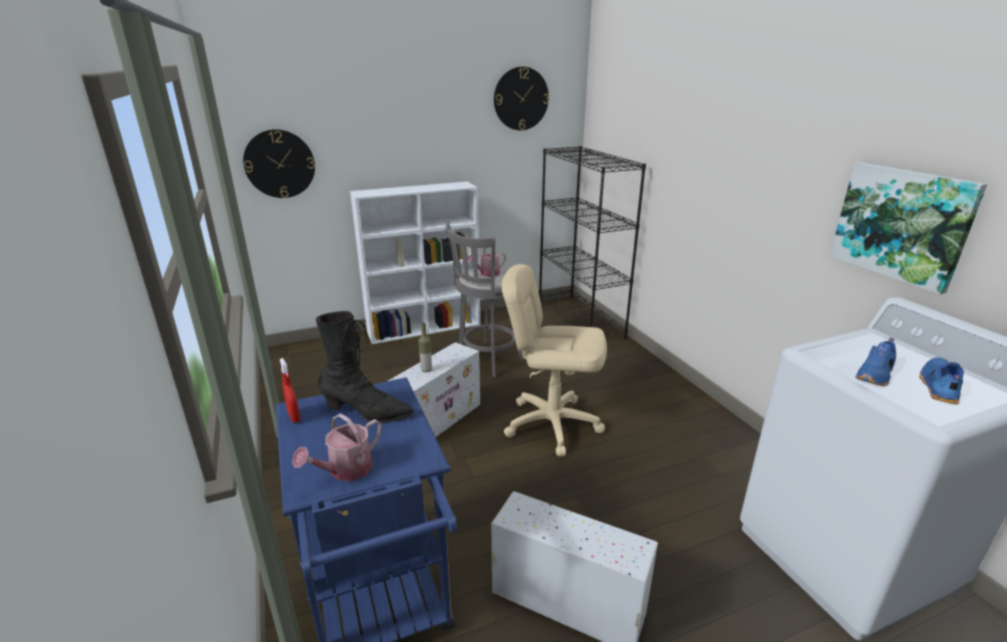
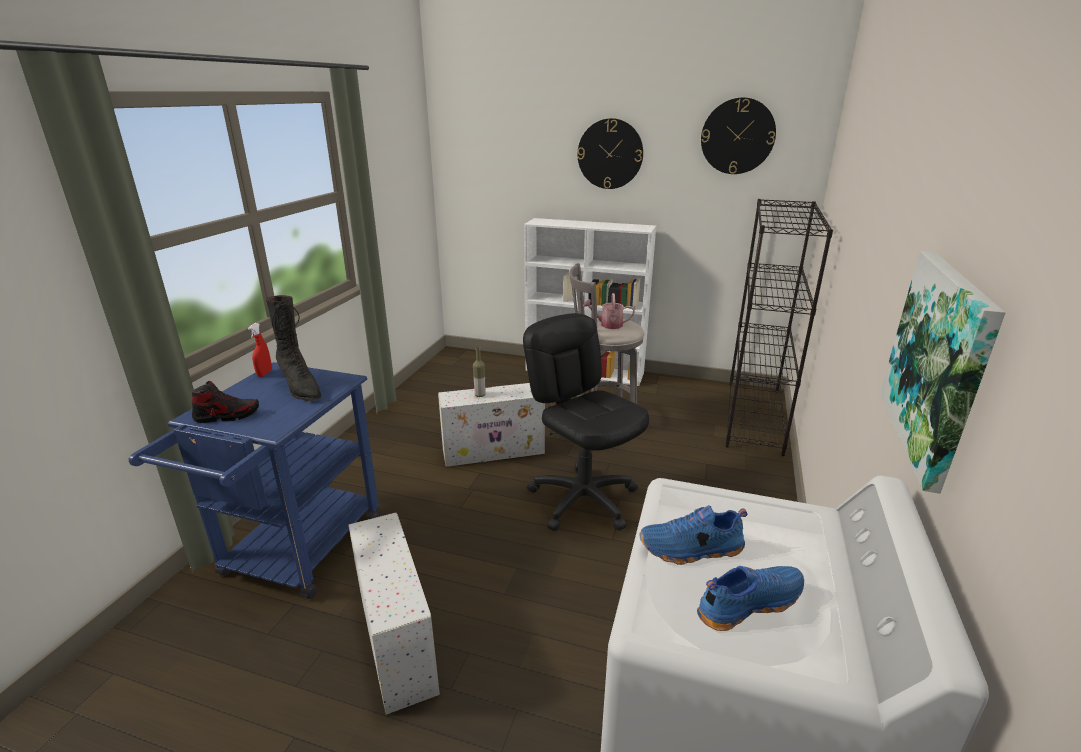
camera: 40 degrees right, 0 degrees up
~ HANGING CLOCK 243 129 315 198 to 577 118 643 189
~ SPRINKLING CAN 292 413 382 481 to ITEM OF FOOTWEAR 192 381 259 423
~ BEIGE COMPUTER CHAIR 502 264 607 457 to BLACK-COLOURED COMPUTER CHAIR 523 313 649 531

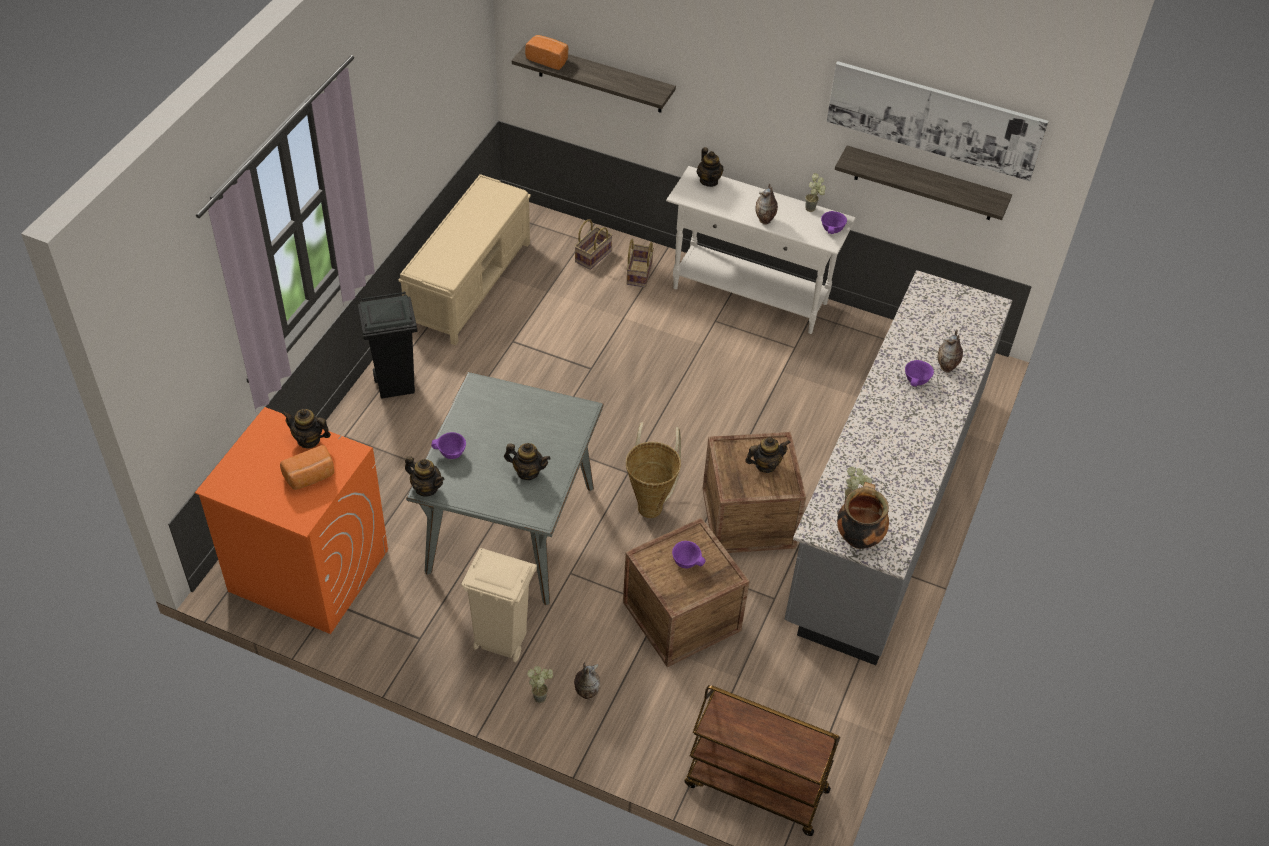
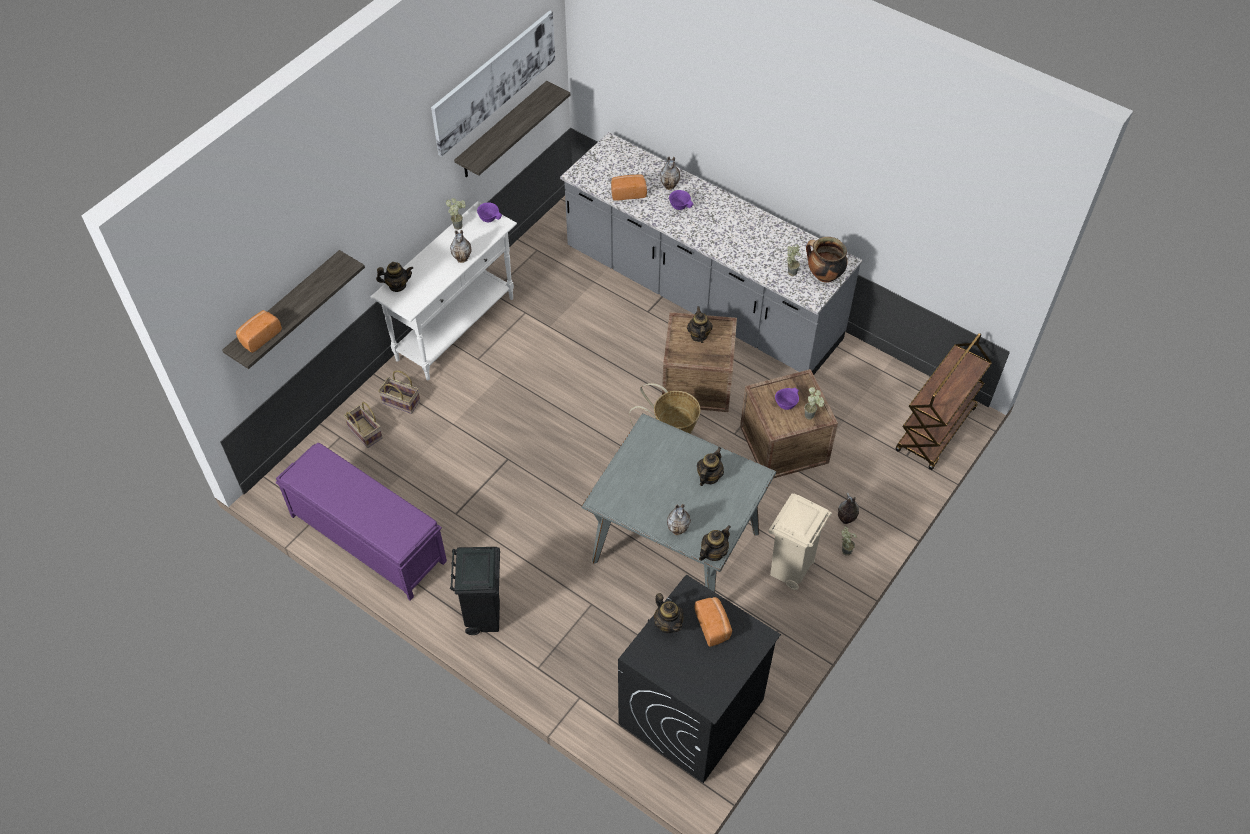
camera: 75 degrees left, 5 degrees up
~ ORANGEY WASHING MACHINE 195 407 388 634 to BLACK-COLOURED WASHING MACHINE 618 575 781 783
~ TEA POT 282 409 331 449 = 654 593 683 633 60 degrees counterclockwise
~ BEIGE LONG SEAT 398 174 531 345 to PURPLE-COLOURED LONG SEAT 276 443 447 600
~ PURPLE-COLOURED SERVING BOWL 431 432 466 459 to DECORATIVE VASE 667 504 691 535
+ BAKED BREAD 611 174 647 201
+ HOUSEPLANT 804 387 824 419

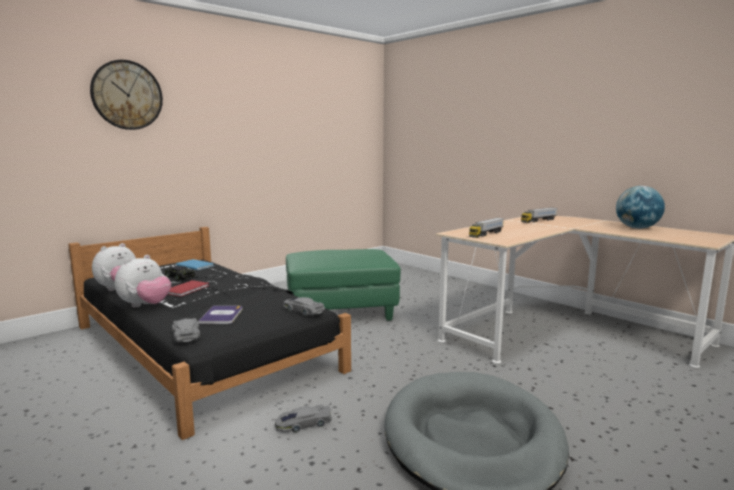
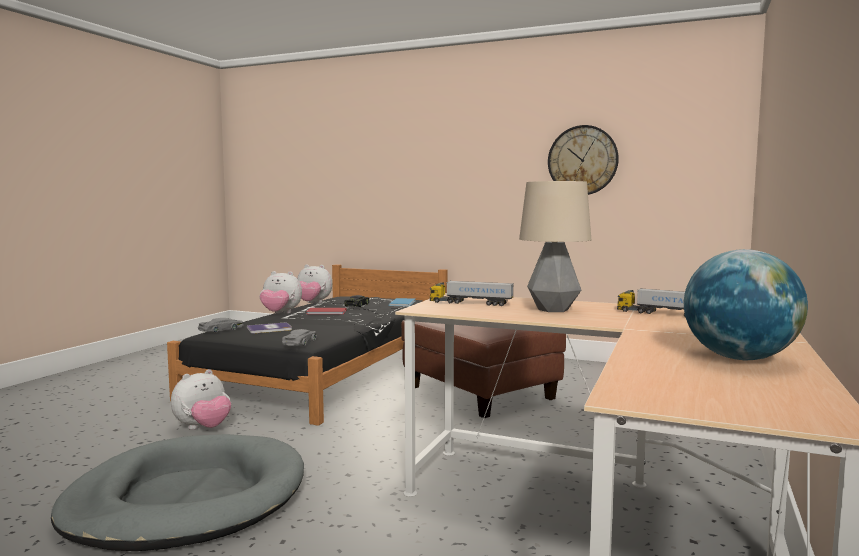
camera: 65 degrees right, 5 degrees down
~ HANGING CLOCK 90 60 163 130 to 548 125 619 195
~ GREY MINIATURE CAR 275 405 332 433 to SOFT TOY 171 369 231 430
~ GREEN-COLOURED FOOTREST 286 249 401 321 to BROWN FOOTREST 401 320 566 418
+ LAMP FOR A TABLE 519 181 591 312

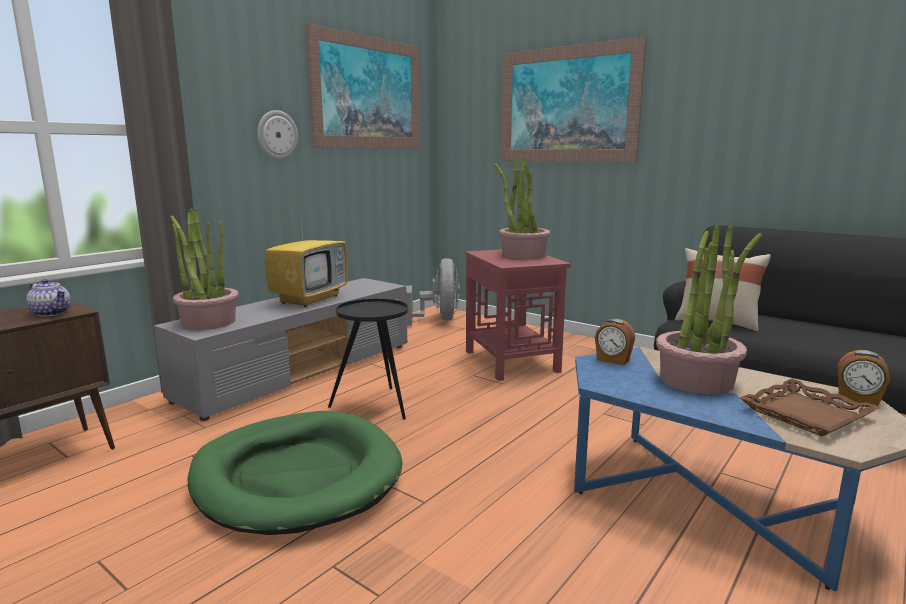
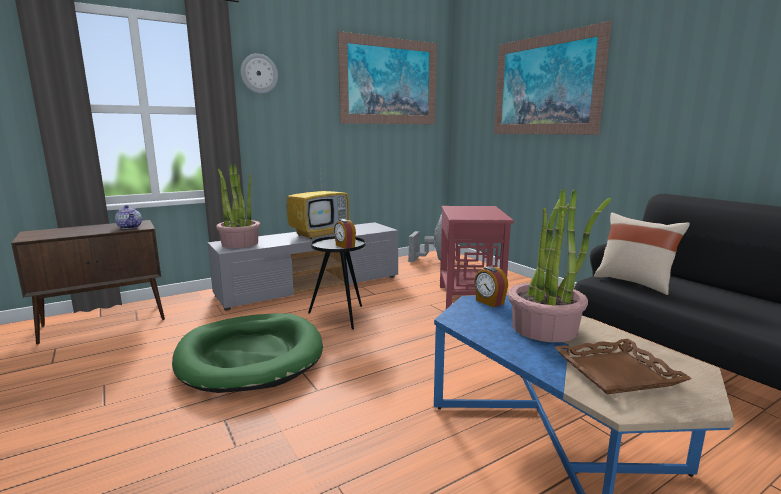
camera: 20 degrees right, 0 degrees up
~ HANGING CLOCK 257 110 298 160 to 241 54 278 94
- HOUSEPLANT 494 157 551 259
~ TABLE CLOCK 838 350 890 406 to 334 219 356 249

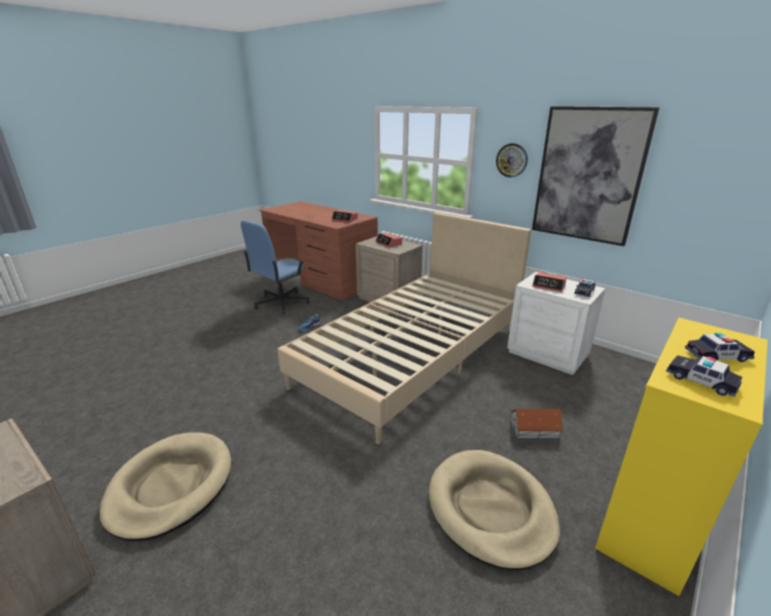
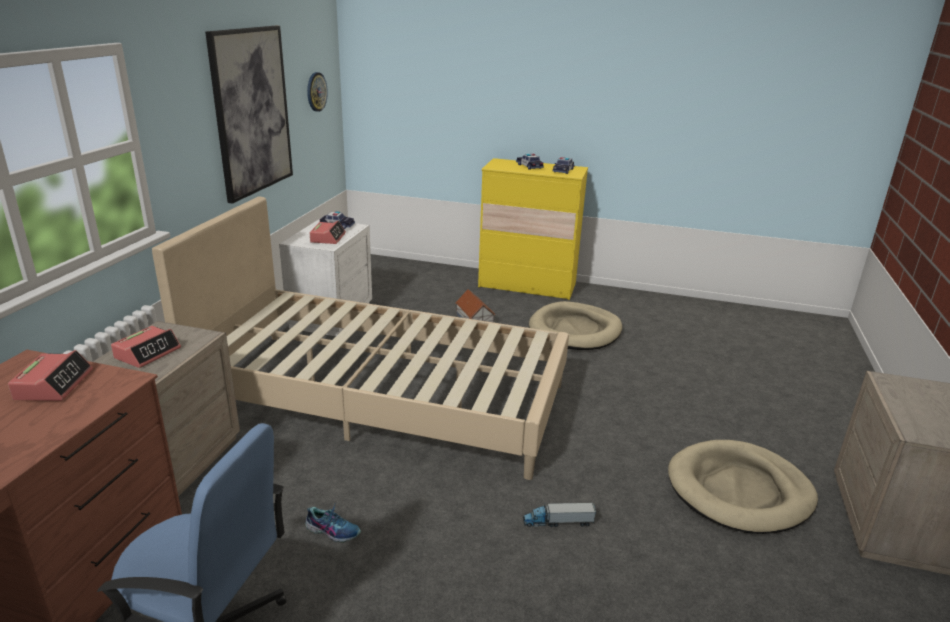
camera: 115 degrees left, 0 degrees up
~ HANGING CLOCK 496 143 528 177 to 307 72 328 112
+ TOY TRUCK 523 502 596 527

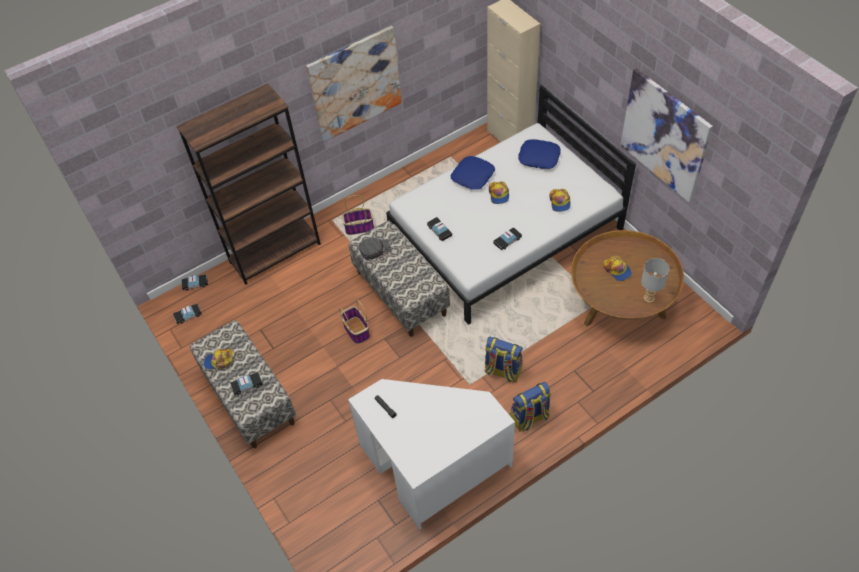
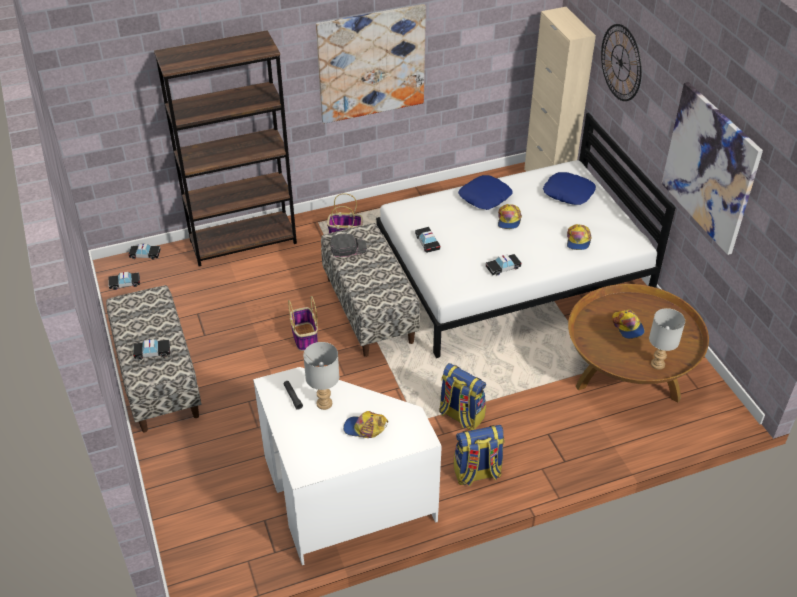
camera: 10 degrees right, 10 degrees down
~ CAP 204 349 235 369 to 343 411 388 438
+ GREY LAMP FOR A TABLE 303 342 339 410
+ HANGING CLOCK 601 24 642 101

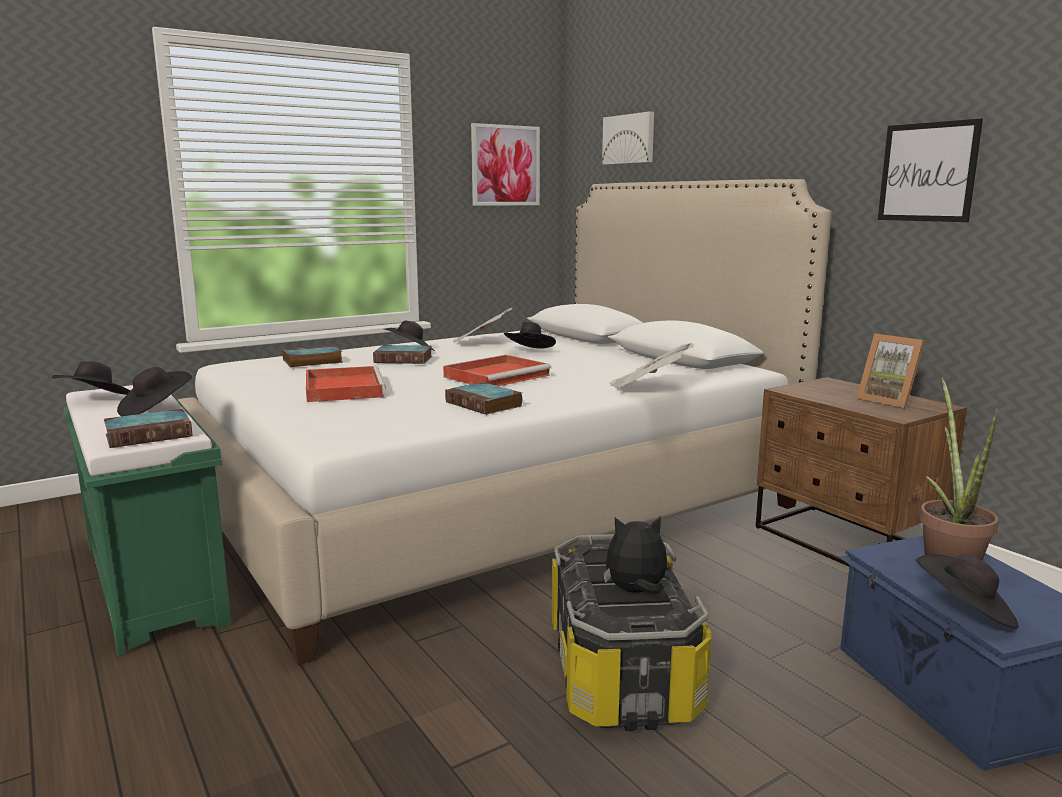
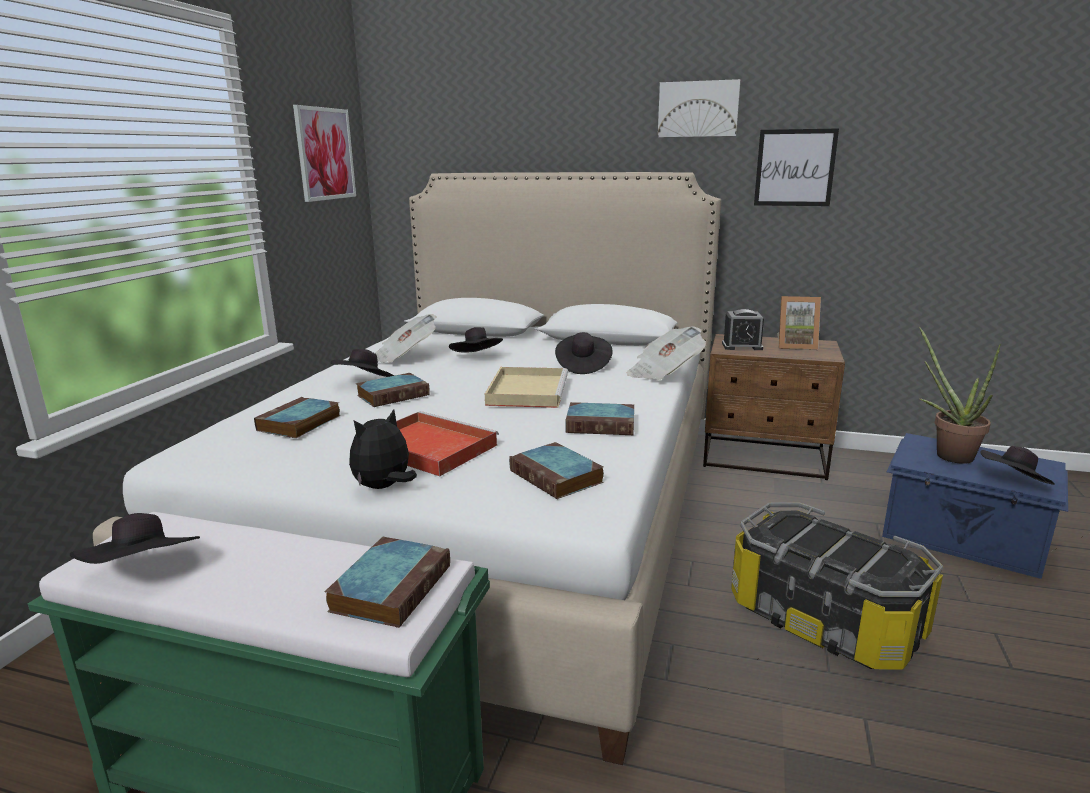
camera: 40 degrees left, 5 degrees up
~ BLACK-COLOURED HAT 117 367 192 416 to 555 332 613 374
~ REDDISH SERVING TRAY 443 355 551 386 to BEIGE SERVING TRAY 485 367 568 408
~ WALL ART 602 111 654 165 to 658 79 740 137
~ SOFT TOY 603 516 667 594 to 349 409 417 489
+ BOOK 509 442 604 499
+ TABLE CLOCK 722 309 764 350

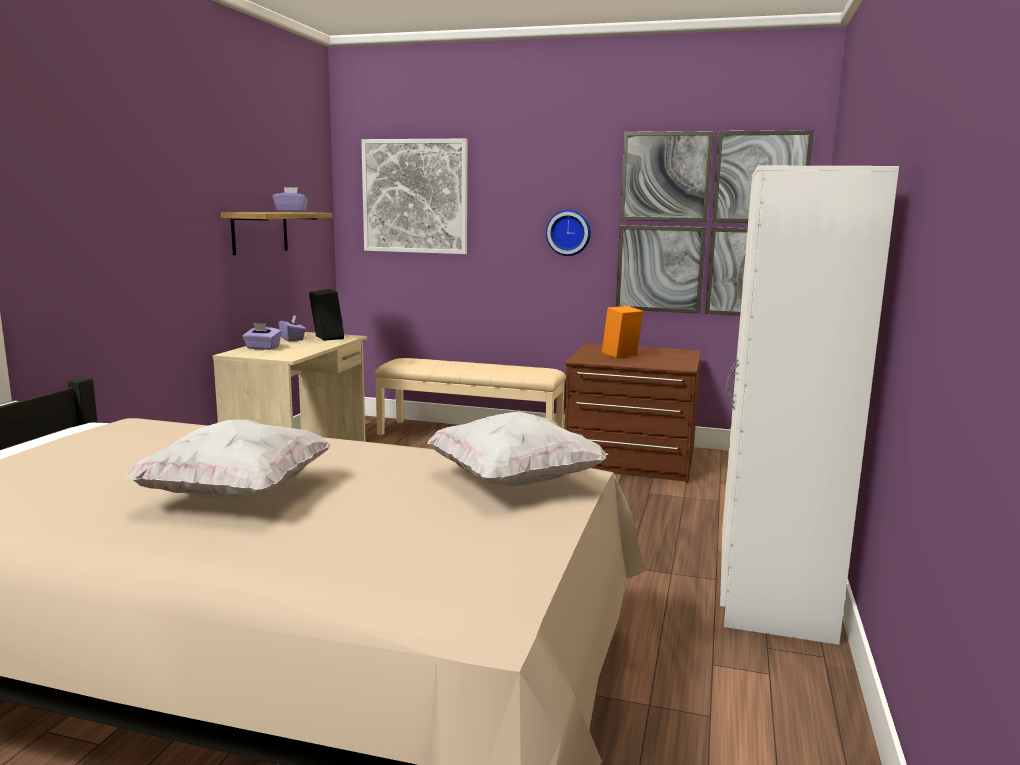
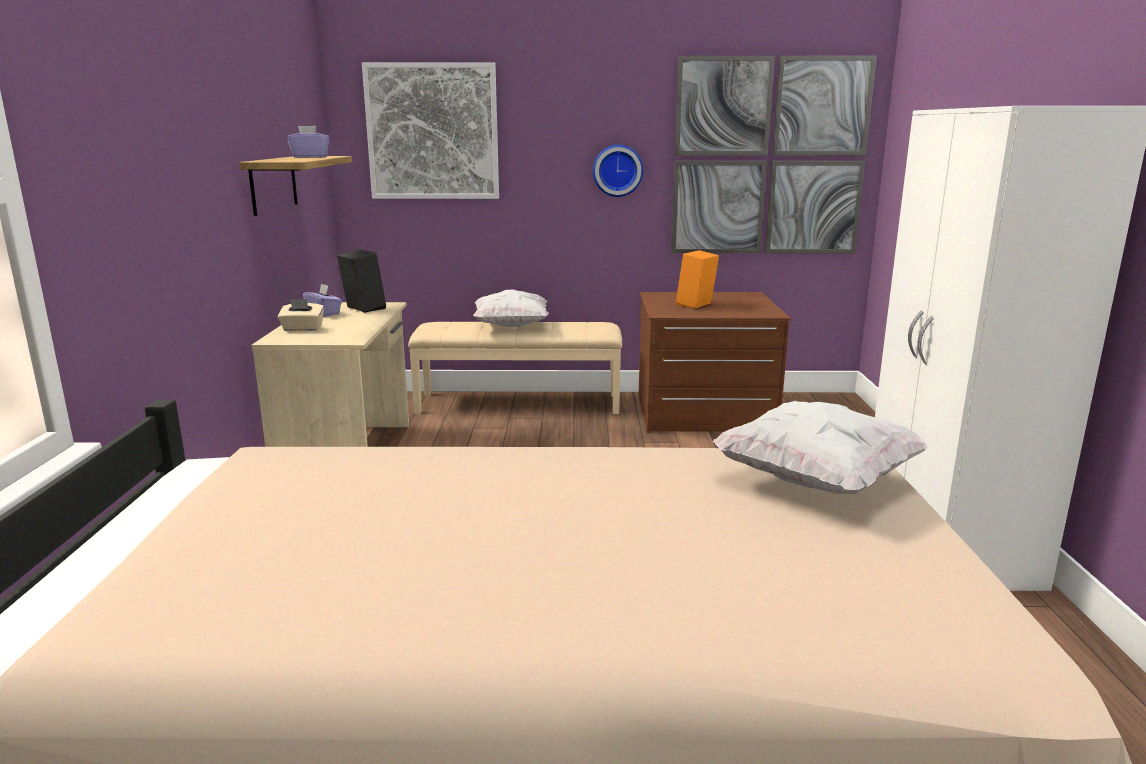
camera: 15 degrees left, 5 degrees up
~ WHITISH CUSHION 124 420 331 499 to 473 290 549 327
~ PURPLE-COLOURED TISSUE BOX 242 323 282 350 to BEIGE TISSUE BOX 278 299 324 331

